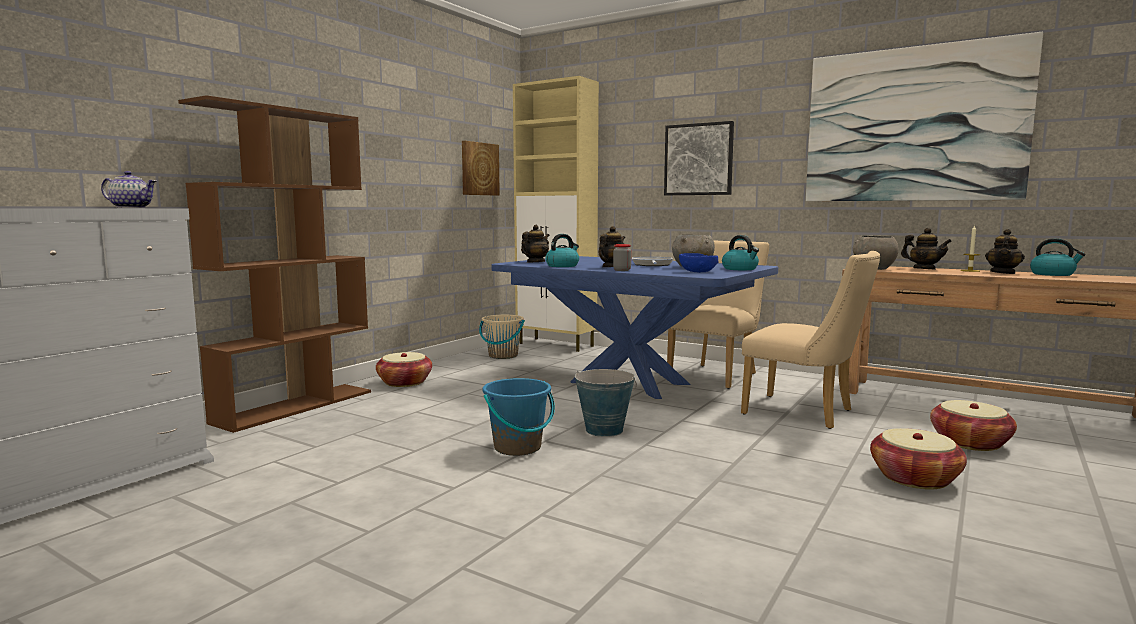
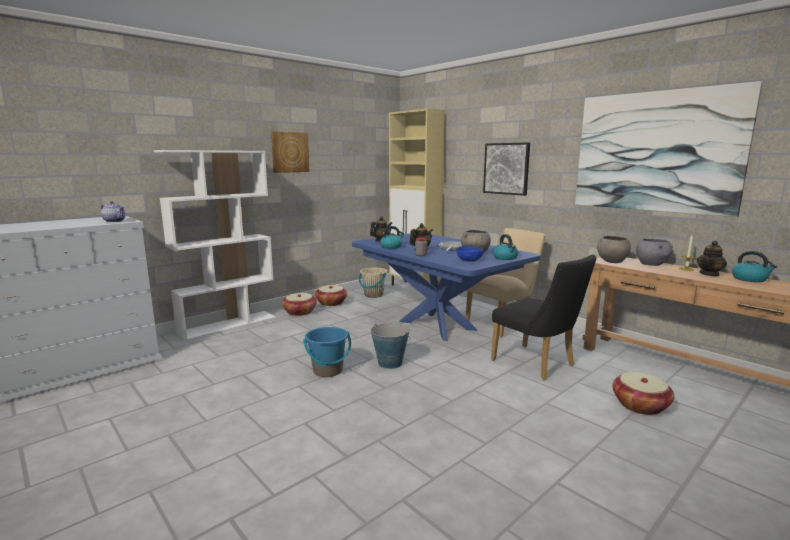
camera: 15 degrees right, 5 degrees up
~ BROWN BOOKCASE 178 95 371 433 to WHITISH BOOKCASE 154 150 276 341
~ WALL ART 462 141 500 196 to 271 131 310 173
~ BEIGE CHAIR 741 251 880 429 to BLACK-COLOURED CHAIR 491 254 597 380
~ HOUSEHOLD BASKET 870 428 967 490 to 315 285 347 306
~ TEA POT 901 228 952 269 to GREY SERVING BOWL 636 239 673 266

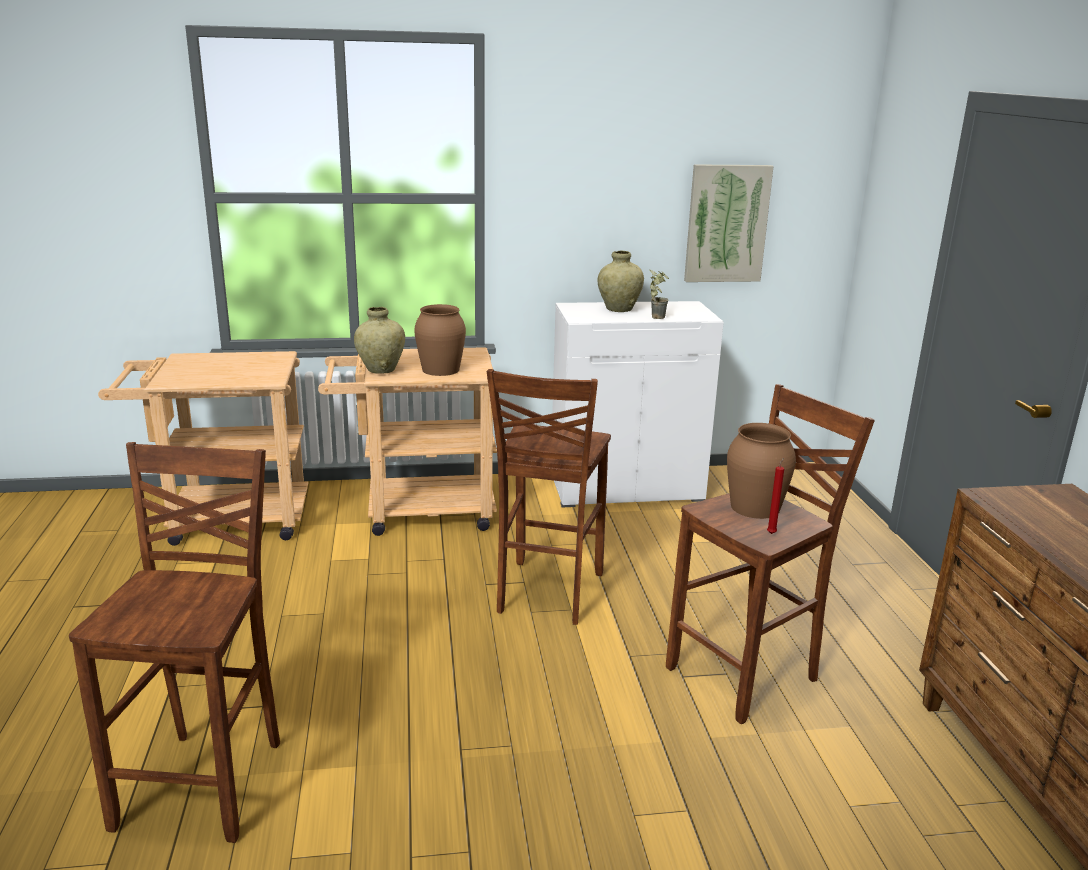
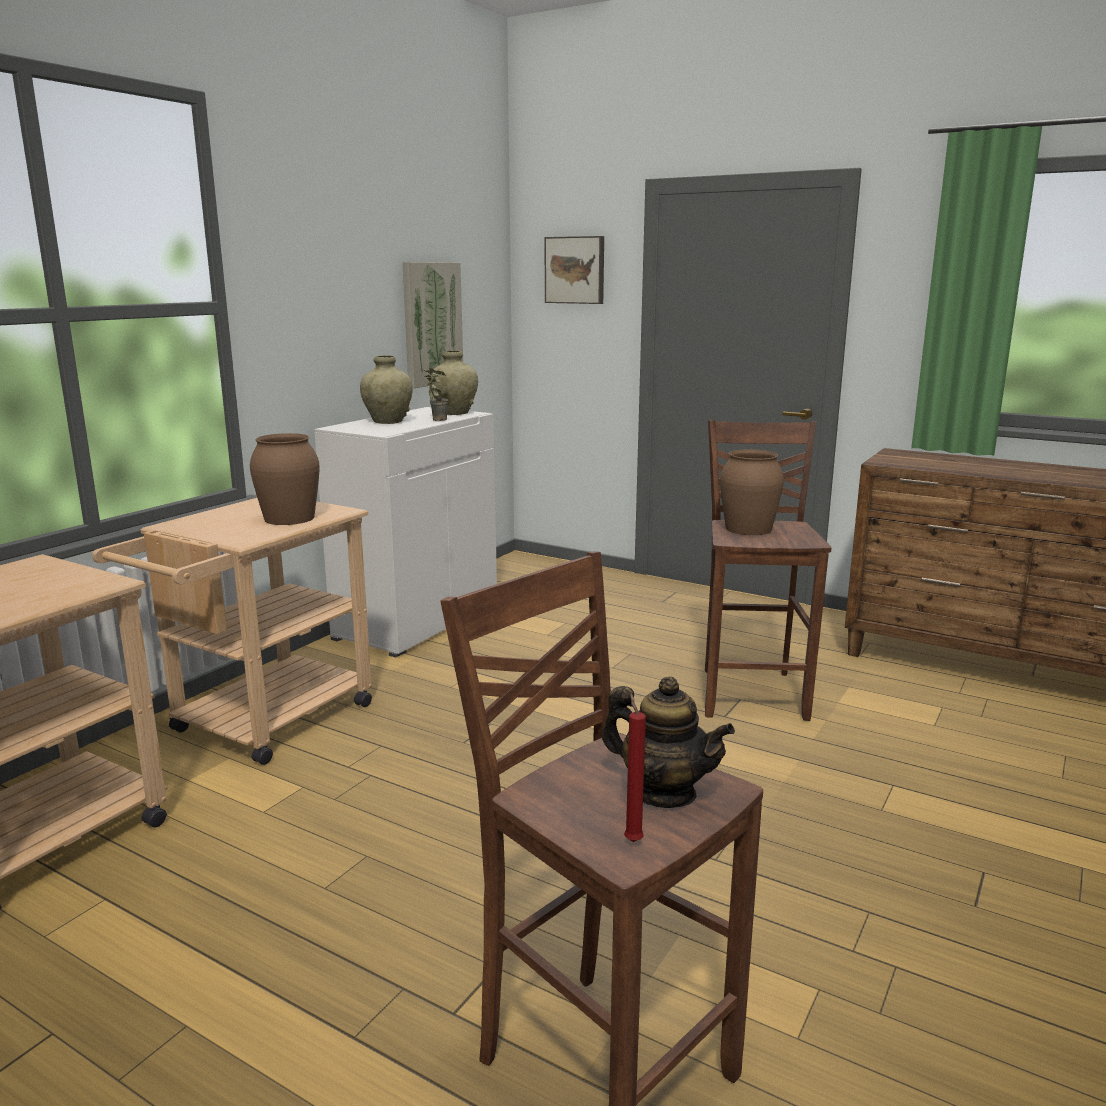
camera: 50 degrees left, 5 degrees down
~ BEIGE DECORATIVE VASE 354 307 405 374 to 430 350 478 415
- BROWN STOOL 487 369 611 625
~ REDDISH CANDLE 767 457 784 534 to 624 694 646 842
+ WALL ART 545 236 604 304
+ TEA POT 601 676 735 808

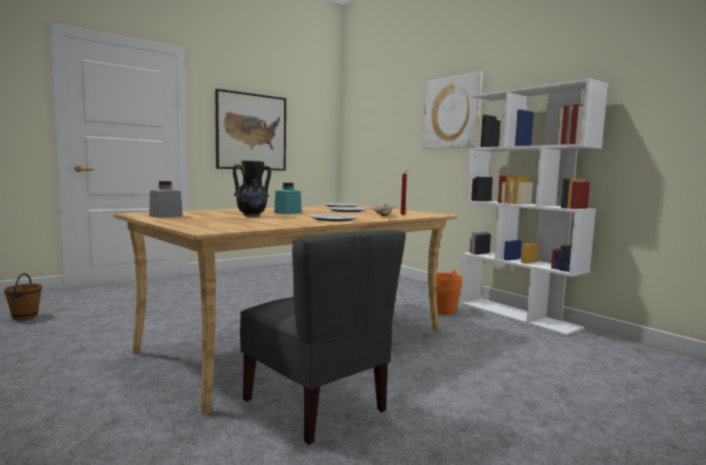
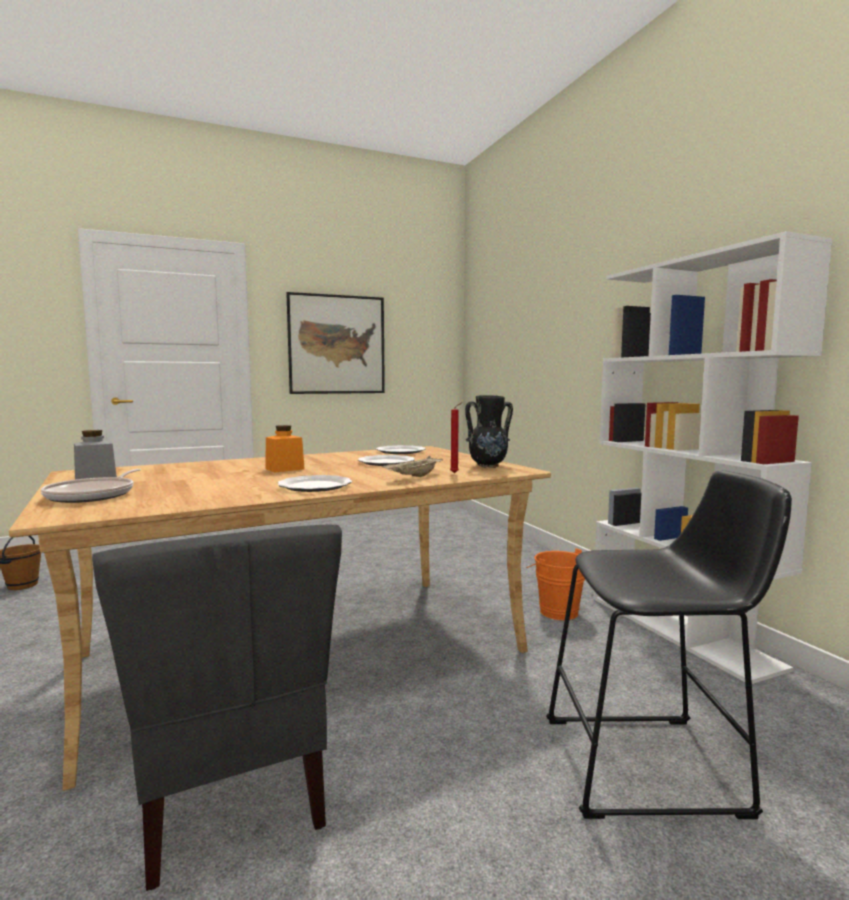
camera: 15 degrees right, 0 degrees up
~ BLACK-COLOURED DECORATIVE VASE 233 160 271 217 to 465 395 513 468
~ TURQUOISE-COLOURED STORAGE JAR 274 183 302 214 to ORANGEY STORAGE JAR 265 425 305 472
- WALL ART 423 71 483 149
+ SKILLET 41 469 141 503
+ BLACK-COLOURED STOOL 546 470 792 819

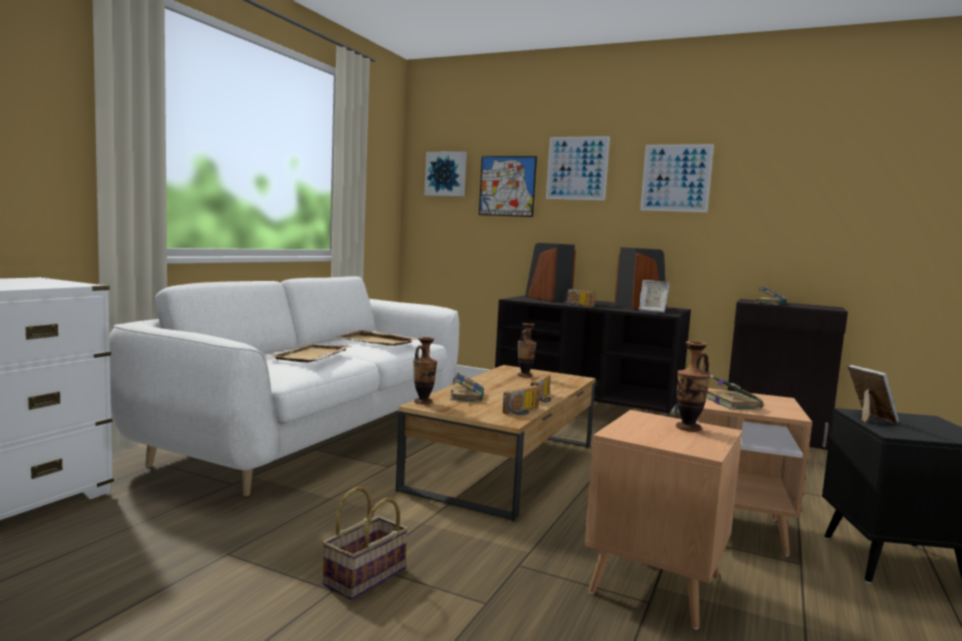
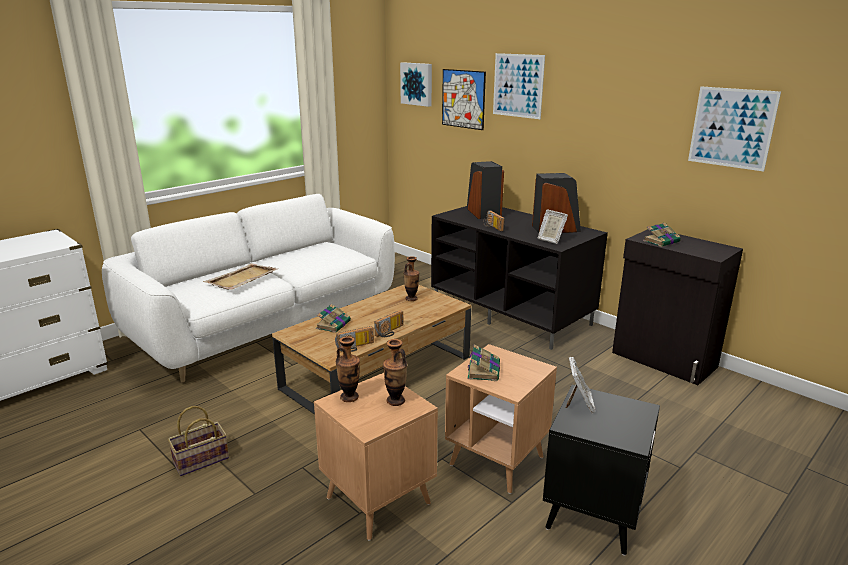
camera: 20 degrees right, 15 degrees up
- BEIGE SERVING TRAY 333 330 419 346
~ DECORATIVE VASE 413 337 437 404 to 336 336 360 402
~ WALL ART 640 144 714 212 to 688 86 781 172

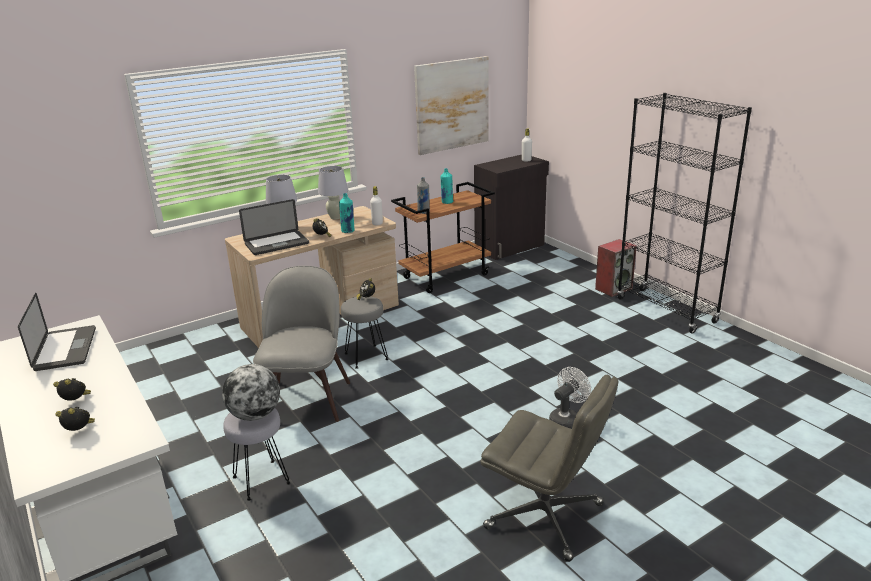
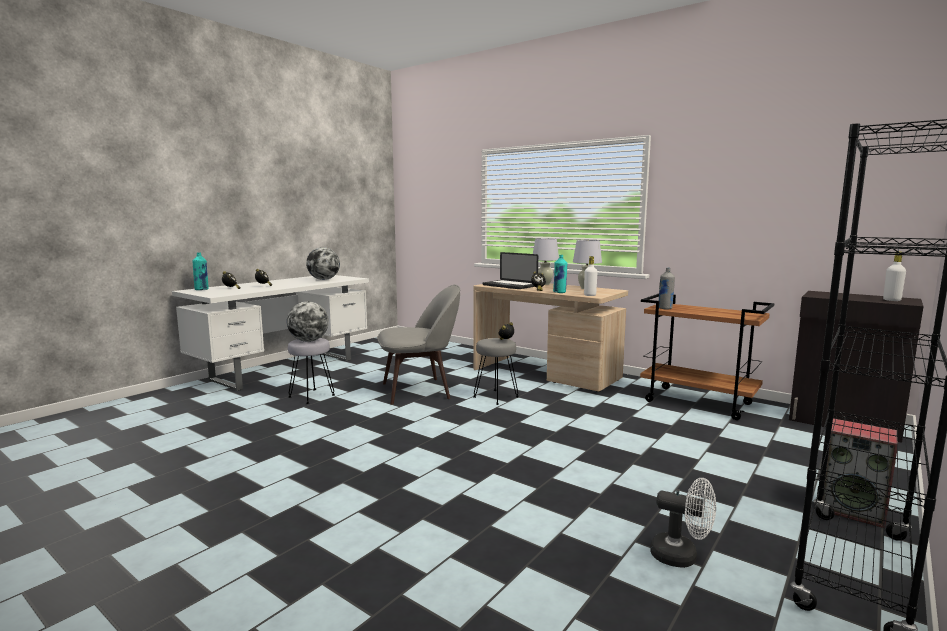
camera: 70 degrees right, 15 degrees down
~ PORTABLE COMPUTER 18 293 96 371 to DESK GLOBE 306 247 340 280
- WALL ART 414 56 489 155
~ TURQUOISE-COLOURED BOTTLE 441 168 453 204 to 192 252 209 290
- GREY COMPUTER CHAIR 481 375 618 562
~ WHITISH FAN 549 367 591 429 to 650 478 716 568

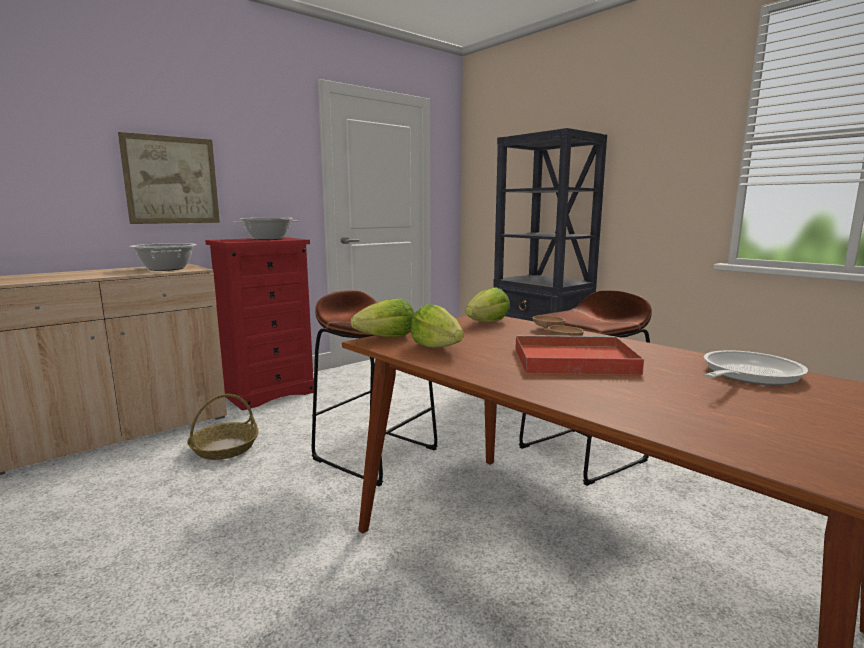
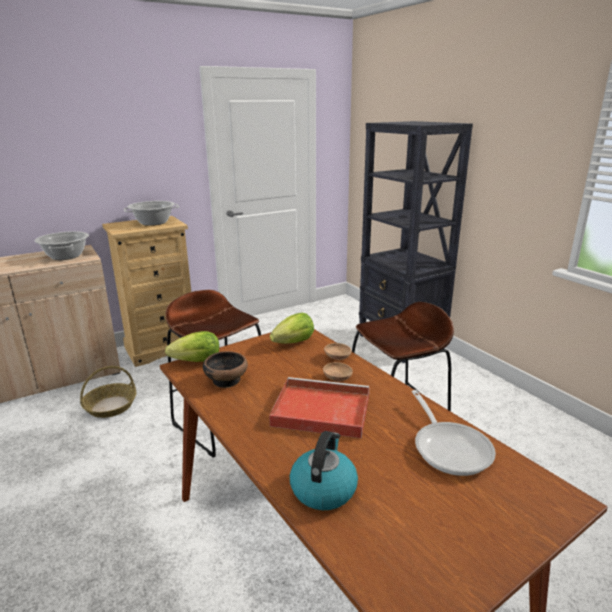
camera: 10 degrees right, 10 degrees up
- WALL ART 118 132 220 224
~ REDDISH DRAWER CHEST 205 237 314 411 to BEIGE DRAWER CHEST 102 216 191 367
~ LETTUCE 411 304 464 348 to SERVING BOWL 203 351 248 388
~ SKILLET 704 350 808 385 = 411 390 496 476 105 degrees clockwise
+ TEA KETTLE 290 431 358 510

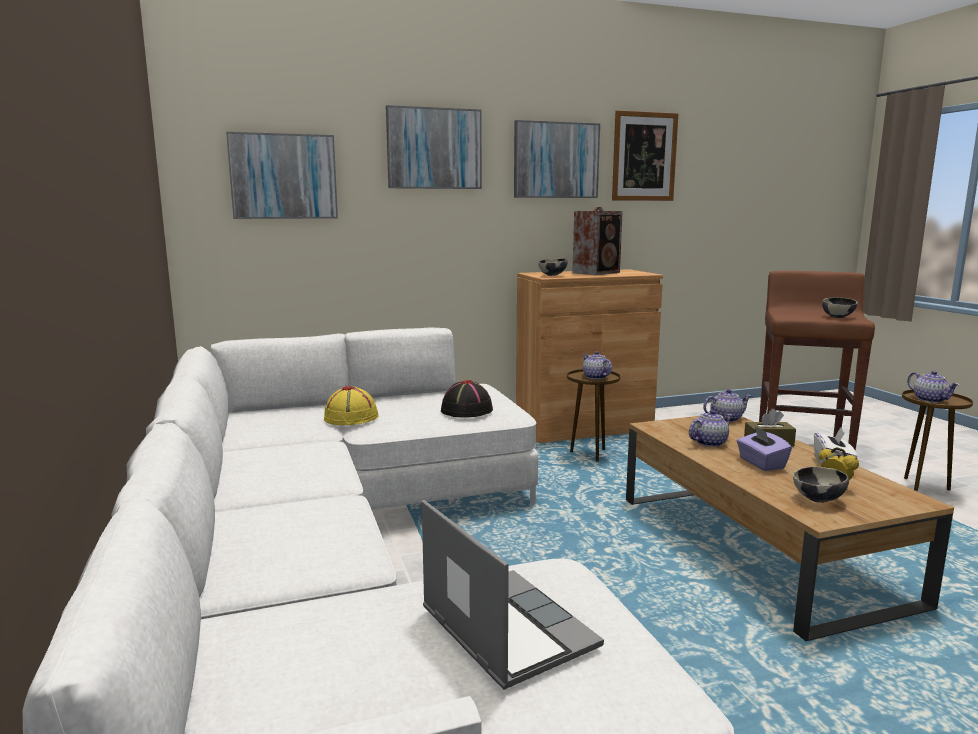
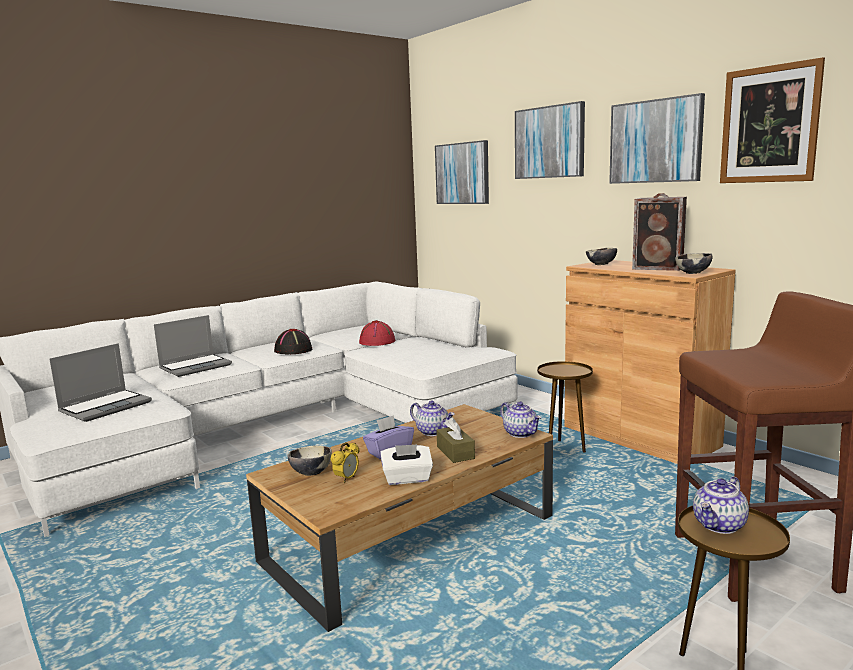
camera: 70 degrees right, 0 degrees up
~ YELLOW-COLOURED HAT 324 386 379 425 to REDDISH HAT 359 320 395 346
~ BLACK-COLOURED HAT 441 380 493 418 to 274 329 312 354
- TEA POT 583 351 612 380
~ SERVING BOWL 822 297 858 318 to 675 253 713 274
+ PORTABLE COMPUTER 154 315 232 377

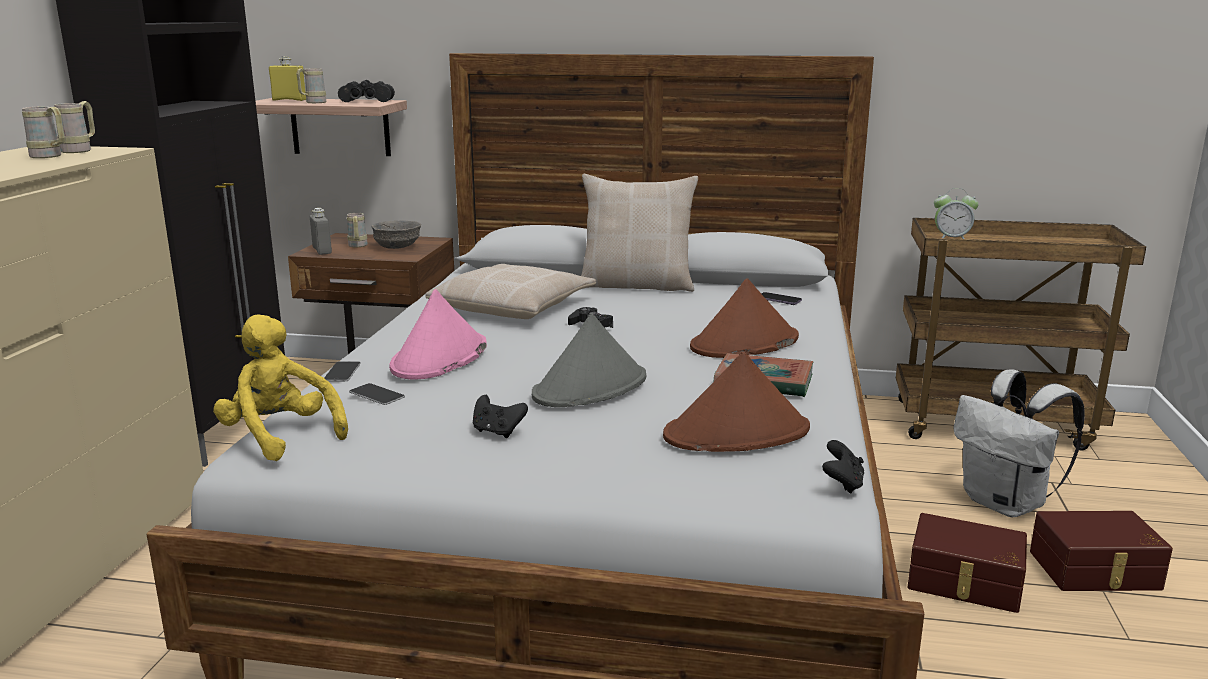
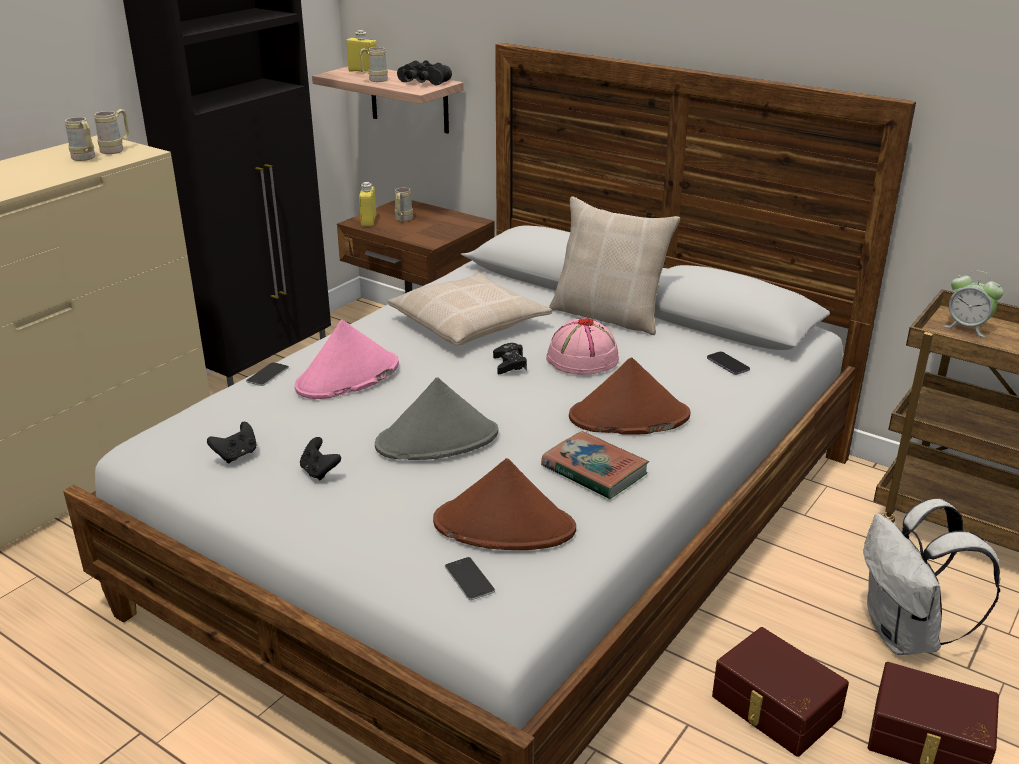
camera: 25 degrees right, 10 degrees up
- YELLOW-COLOURED SOFT TOY 213 314 348 461
~ GREY BOTTLE 310 208 332 255 to YELLOW-COLOURED BOTTLE 359 182 376 226
~ HANDSET 349 383 405 405 to 445 557 495 600
- GREY SERVING BOWL 371 221 421 249
~ BLACK-COLOURED GAMEPAD 822 440 864 494 to 207 422 257 463
+ PINK-COLOURED HAT 546 318 619 375

